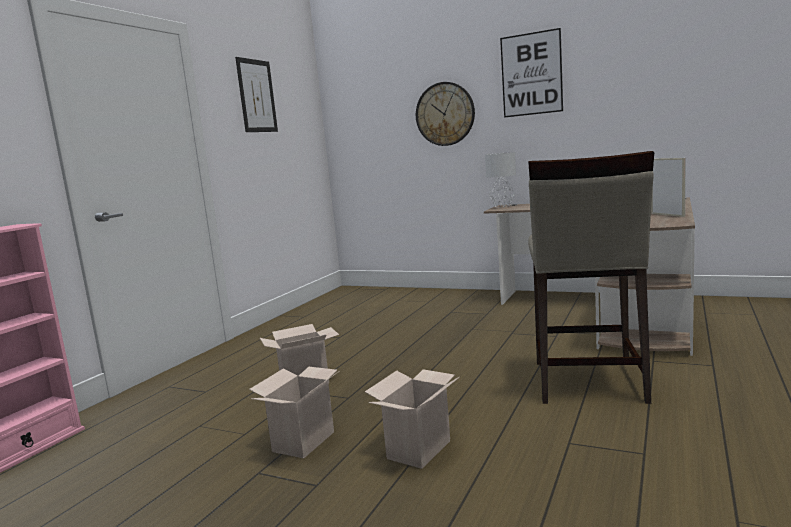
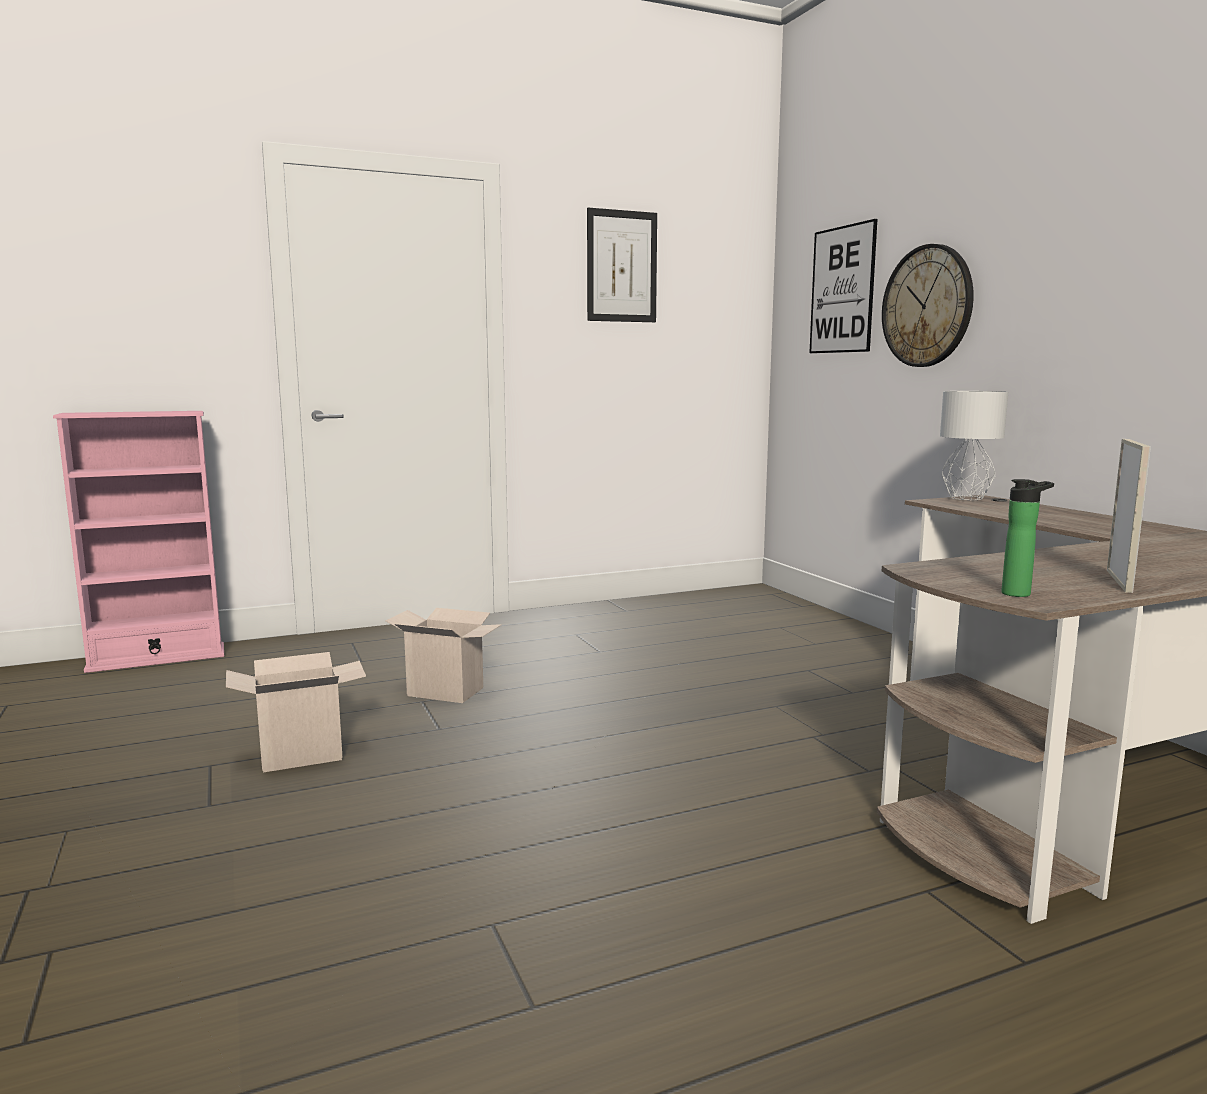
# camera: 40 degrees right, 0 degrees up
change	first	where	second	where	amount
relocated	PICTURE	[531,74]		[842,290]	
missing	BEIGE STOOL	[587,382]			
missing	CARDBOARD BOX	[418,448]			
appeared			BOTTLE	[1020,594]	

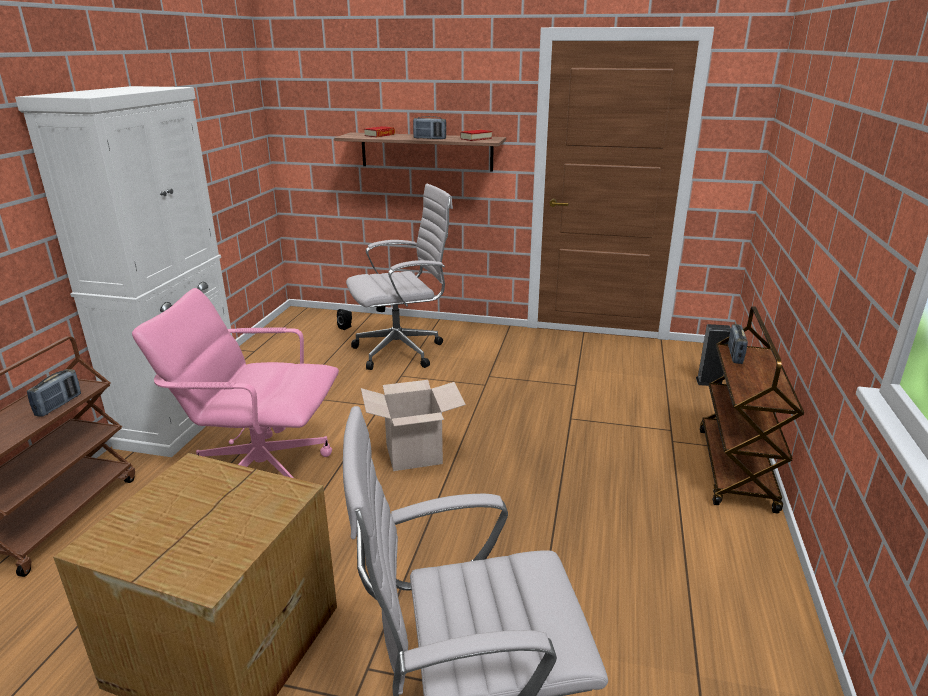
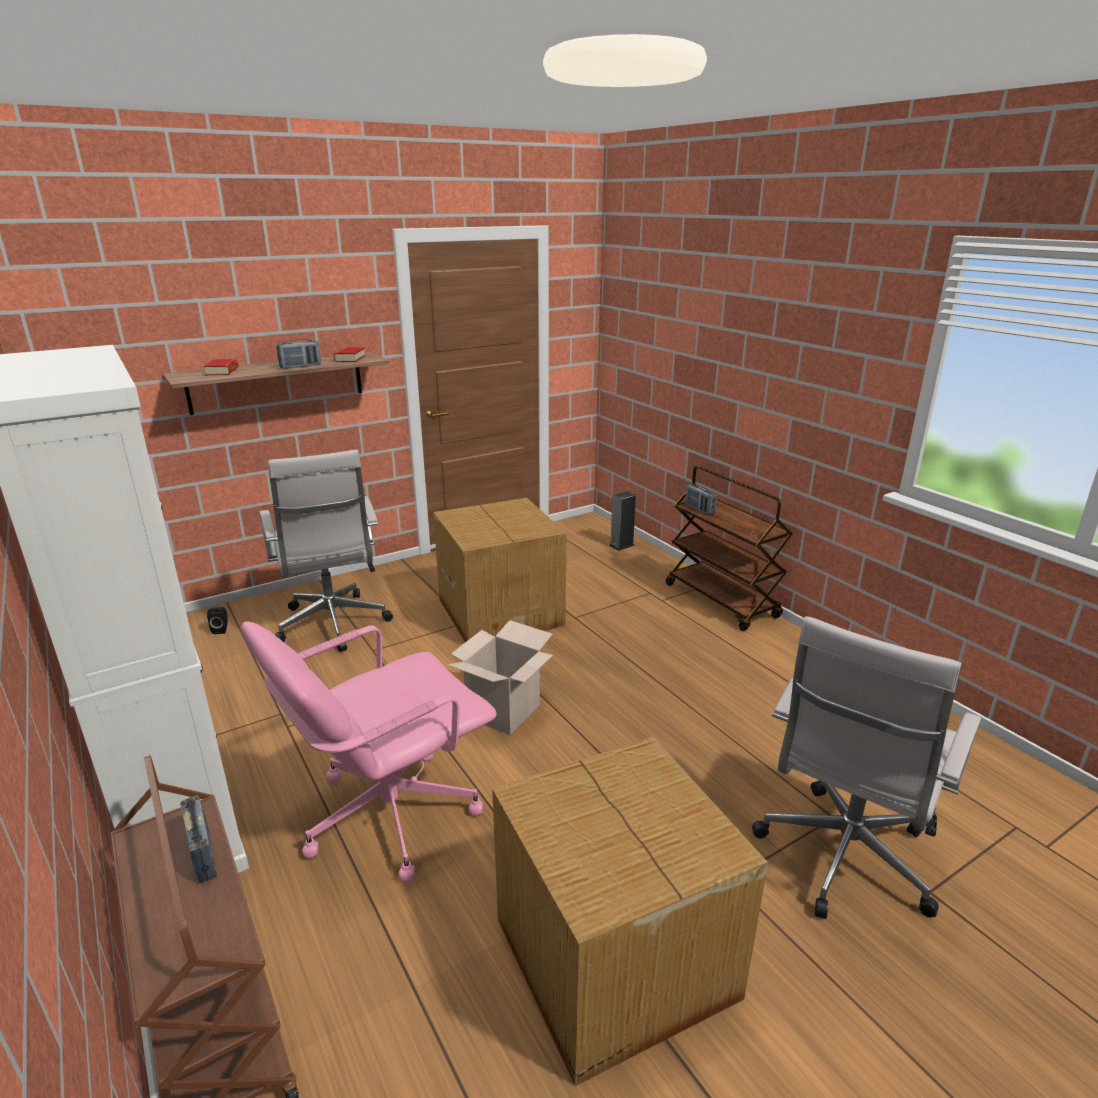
# camera: 45 degrees left, 0 degrees up
change	first	where	second	where	amount
spun	WHITE OFFICE CHAIR	[402,351]		[333,626]	135 degrees clockwise
appeared			CARDBOARD BOX	[501,611]	

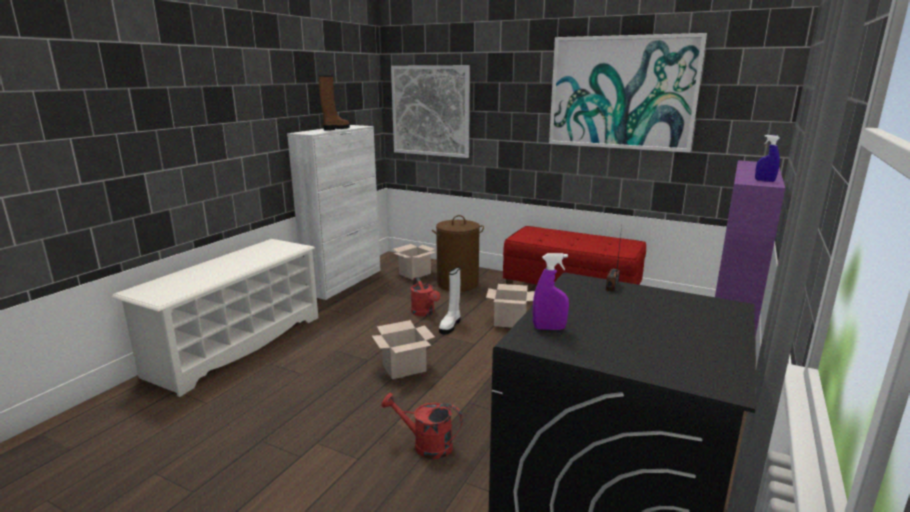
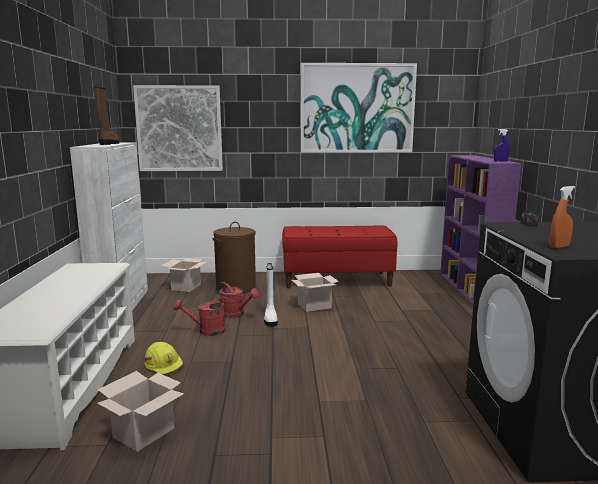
# camera: 30 degrees left, 5 degrees down
change	first	where	second	where	amount
colour	PURPLE SPRAY BOTTLE	[549,328]	ORANGE SPRAY BOTTLE	[559,247]	
relocated	CARDBOARD BOX	[403,368]		[143,434]	
relocated	RED WATERING CAN	[425,445]		[207,331]	
appeared			YELLOW HARD HAT	[164,366]	

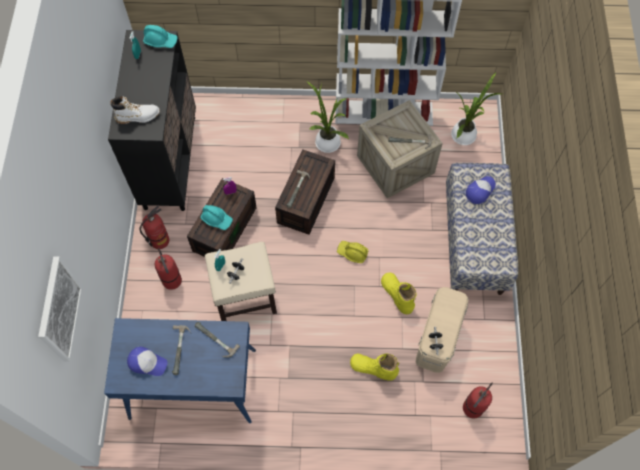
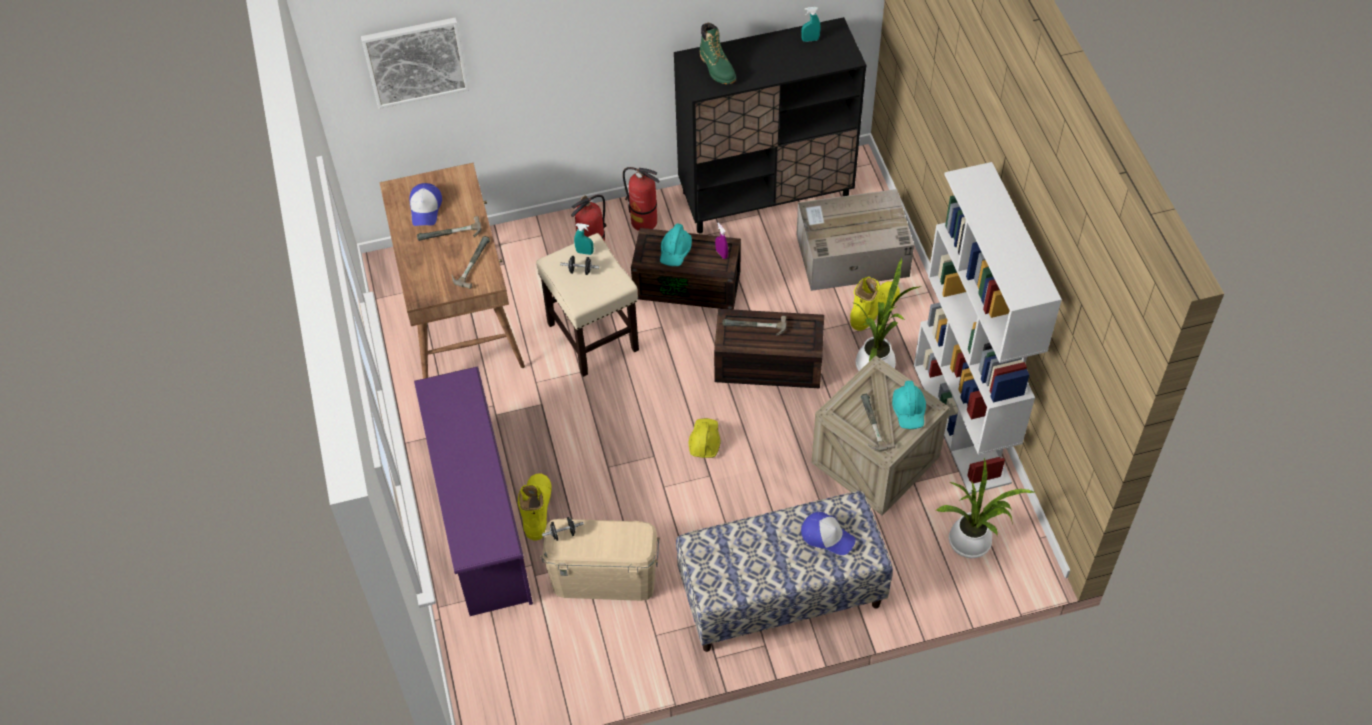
# camera: 75 degrees right, 10 degrees down
change	first	where	second	where	amount
relocated	TURQUOISE HARD HAT	[160,41]		[909,410]	
colour	WHITE BOOT	[138,116]	GREEN BOOT	[717,68]	
relocated	YELLOW BOOT	[397,294]		[874,309]	
colour	BLUE DESK	[192,384]	BROWN DESK	[459,315]	
missing	FIRE EXTINGUISHER	[473,408]			
appeared			CARDBOARD BOX	[850,256]	
appeared			PURPLE SHOE RACK	[478,519]	

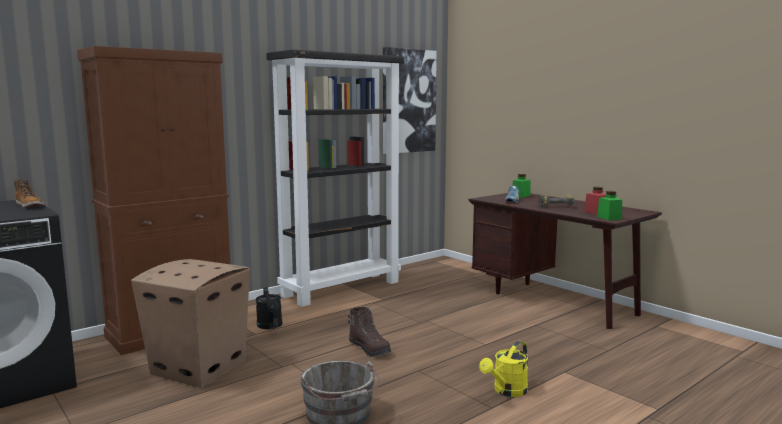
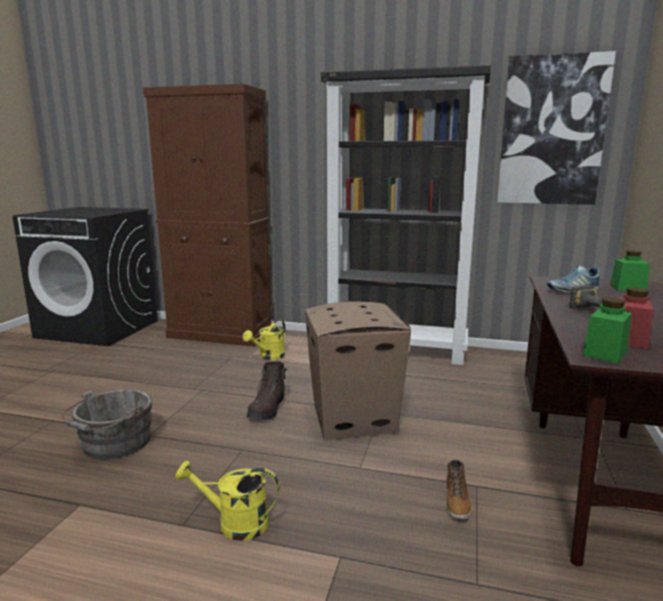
# camera: 55 degrees right, 5 degrees up
change	first	where	second	where	amount
relocated	BOOT	[29,205]		[457,502]	
relocated	CARDBOARD BOX	[198,367]		[353,418]	
colour	BLACK WATERING CAN	[270,326]	YELLOW WATERING CAN	[269,357]	

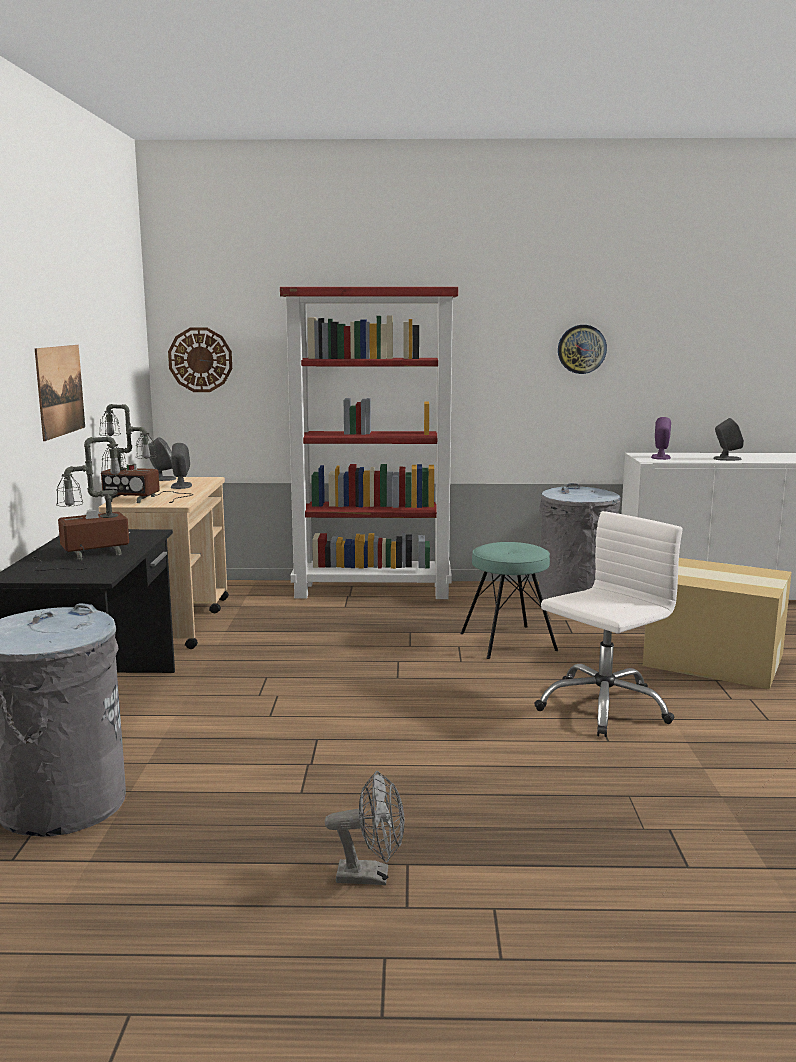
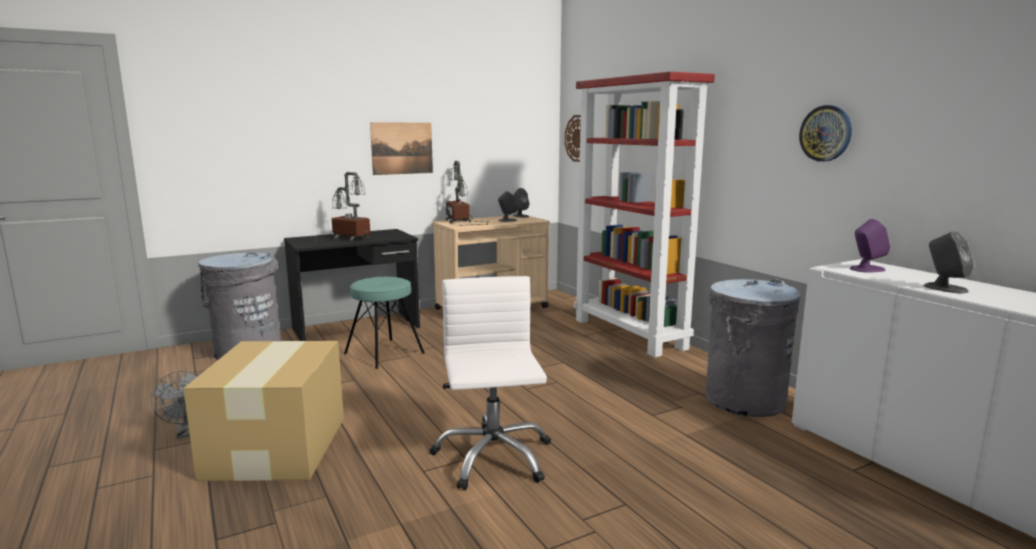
# camera: 60 degrees right, 0 degrees up
change	first	where	second	where	amount
spun	WHITE OFFICE CHAIR	[603,707]		[492,457]	120 degrees counterclockwise
relocated	TURQUOISE STOOL	[507,642]		[384,353]	
relocated	CARDBOARD BOX	[711,659]		[278,446]	

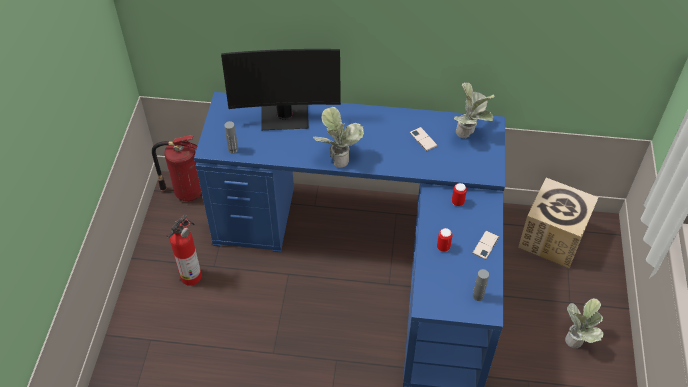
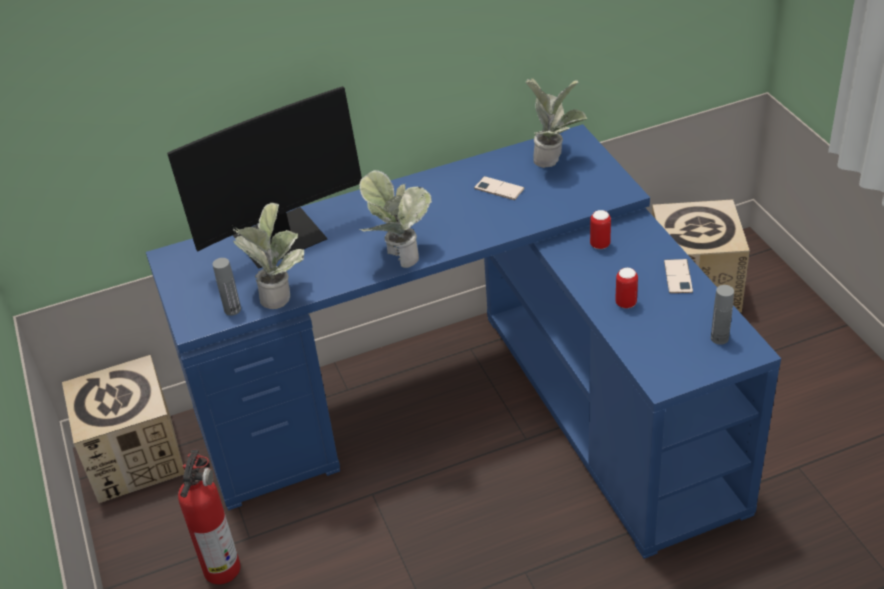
# camera: 25 degrees left, 10 degrees down
change	first	where	second	where	amount
exchanged	FIRE EXTINGUISHER	[186,192]	CARDBOARD BOX	[135,457]	
relocated	POTTED PLANT	[577,338]		[279,294]	

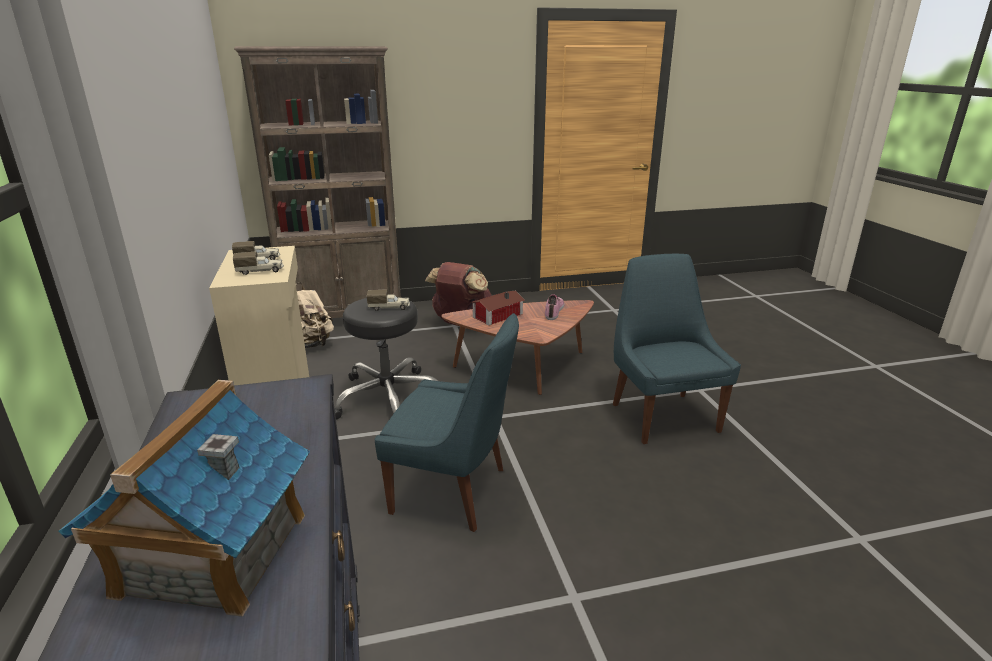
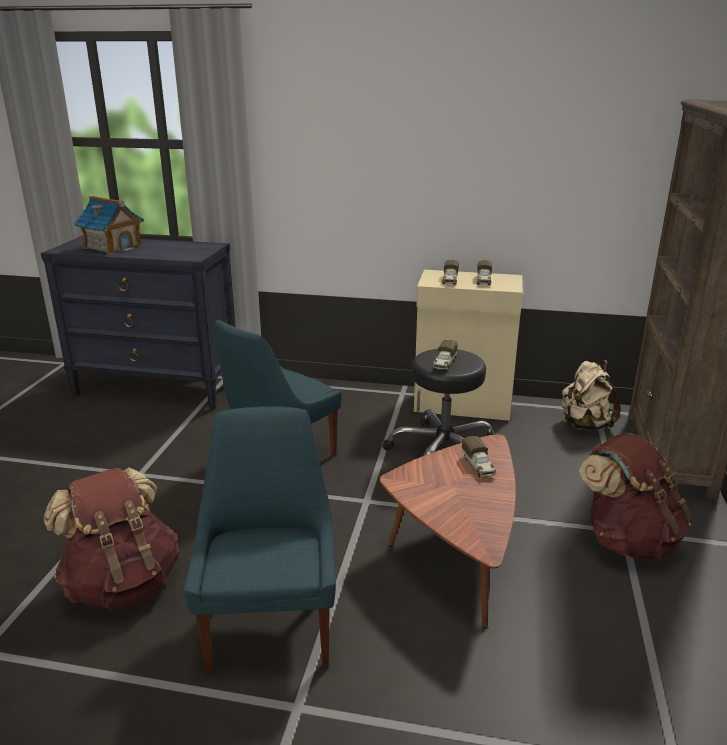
# camera: 115 degrees right, 0 degrees up
change	first	where	second	where	amount
spun	BLUE CHAIR	[662,415]		[271,625]	105 degrees counterclockwise
exchanged	TOY HOUSE	[496,315]	TOY TRUCK	[478,466]	
missing	SHOE	[554,311]			
appeared			BROWN BACKPACK	[122,584]	

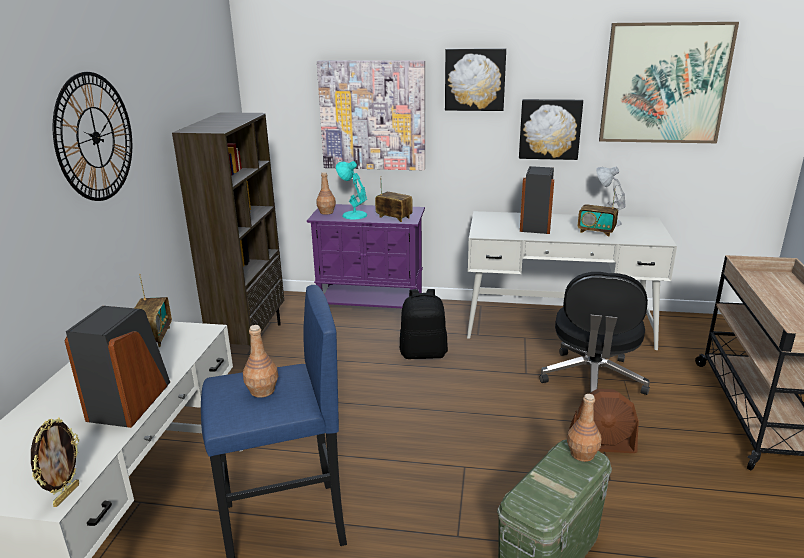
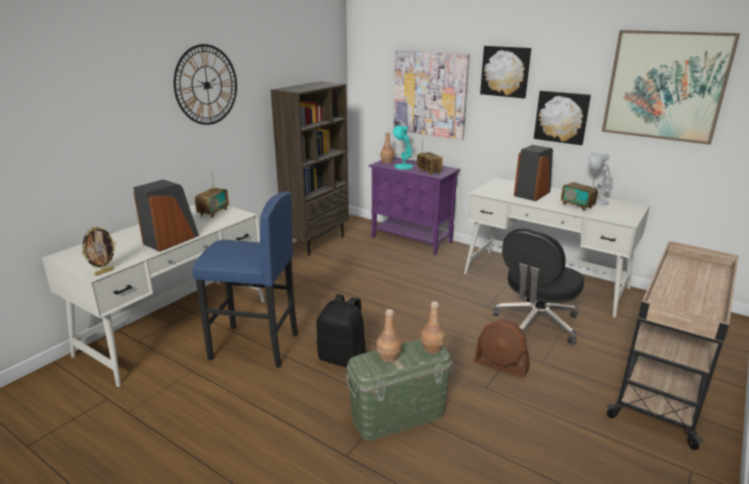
# camera: 25 degrees right, 0 degrees up
change	first	where	second	where	amount
relocated	BLACK BACKPACK	[423,353]		[343,358]	
relocated	BROWN BOTTLE	[263,390]		[389,357]	

